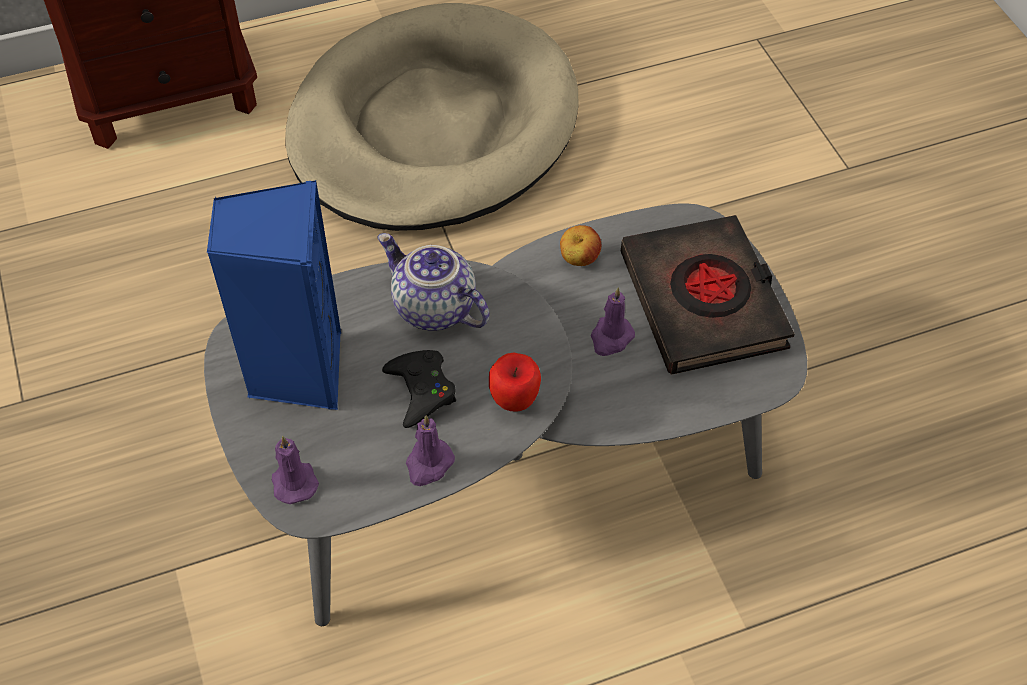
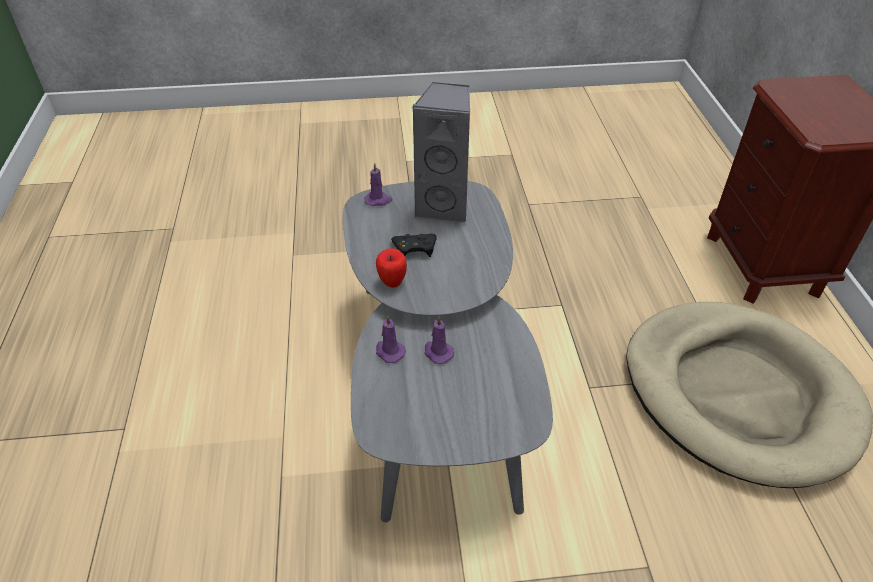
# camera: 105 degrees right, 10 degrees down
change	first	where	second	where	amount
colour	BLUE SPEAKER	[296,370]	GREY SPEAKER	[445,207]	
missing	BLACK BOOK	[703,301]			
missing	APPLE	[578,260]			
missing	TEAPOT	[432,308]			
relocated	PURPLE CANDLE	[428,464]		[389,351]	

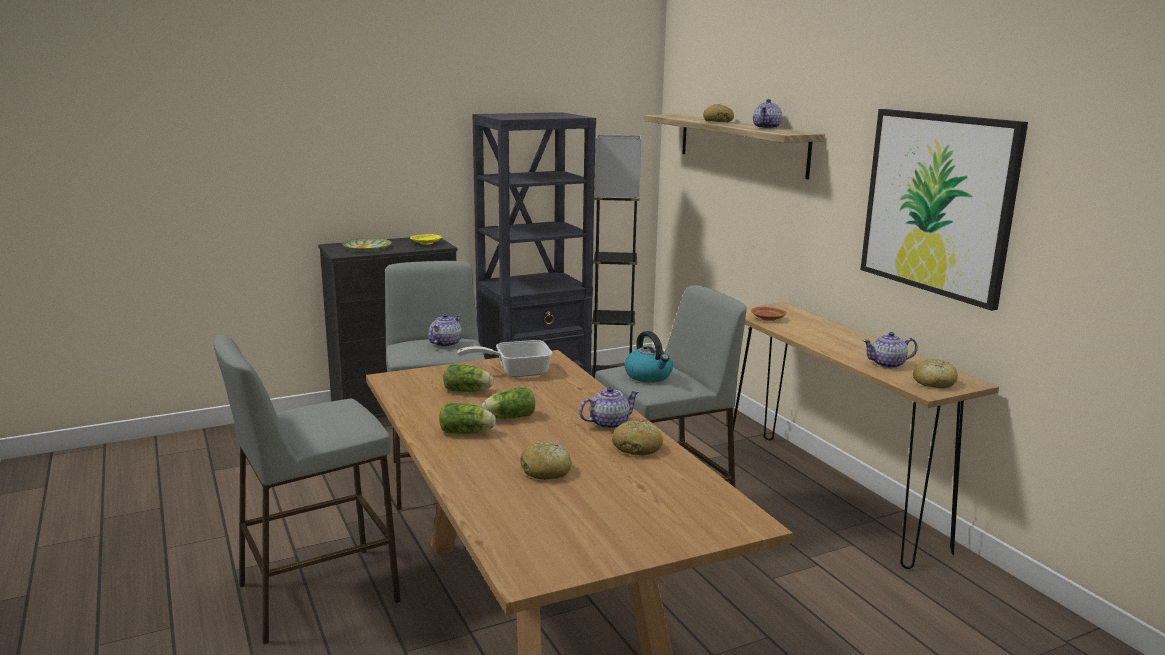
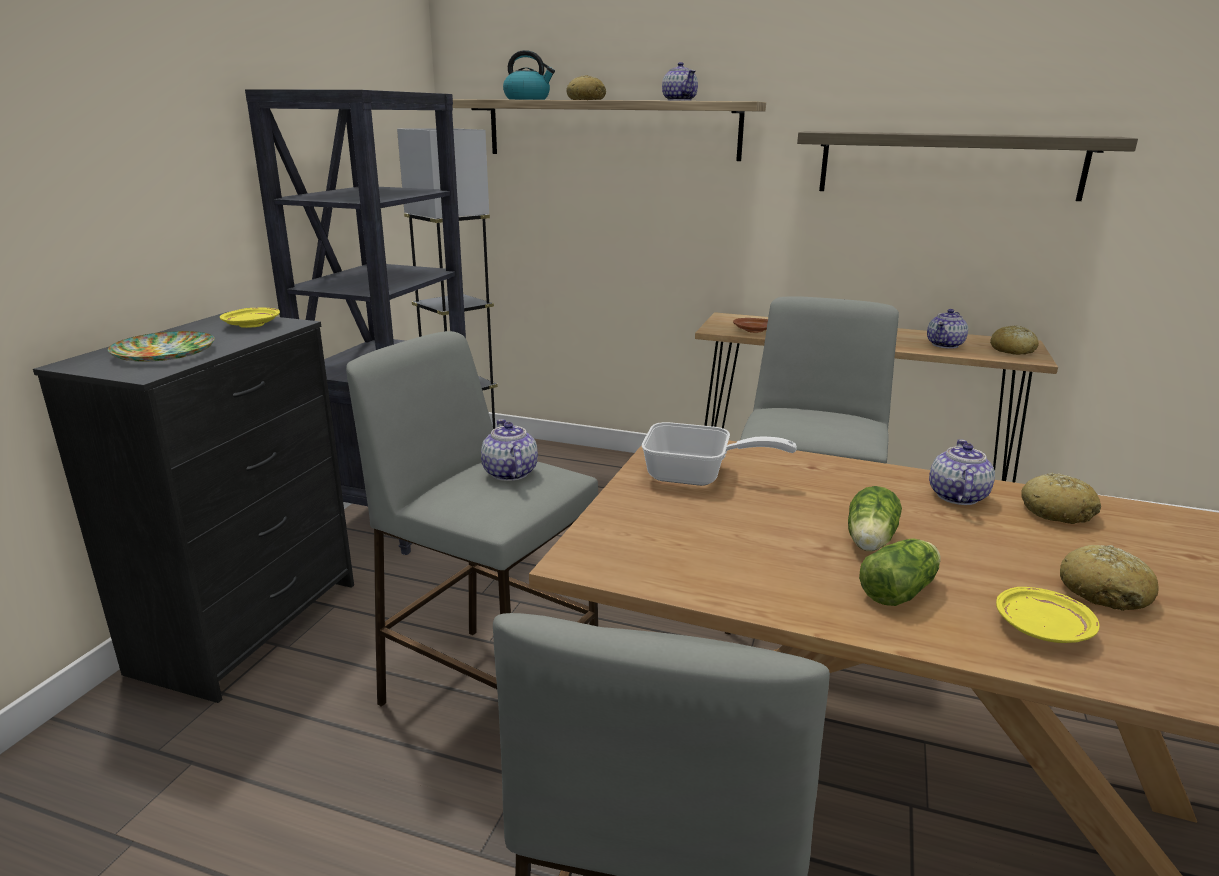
# camera: 45 degrees left, 5 degrees up
change	first	where	second	where	amount
exchanged	PICTURE	[938,203]	SHELF	[949,165]	
relocated	KETTLE	[649,376]		[528,99]	
spun	FRYING PAN	[515,371]		[697,476]	105 degrees counterclockwise
missing	LETTUCE	[469,391]			
appeared			YELLOW PLATE	[1042,628]	

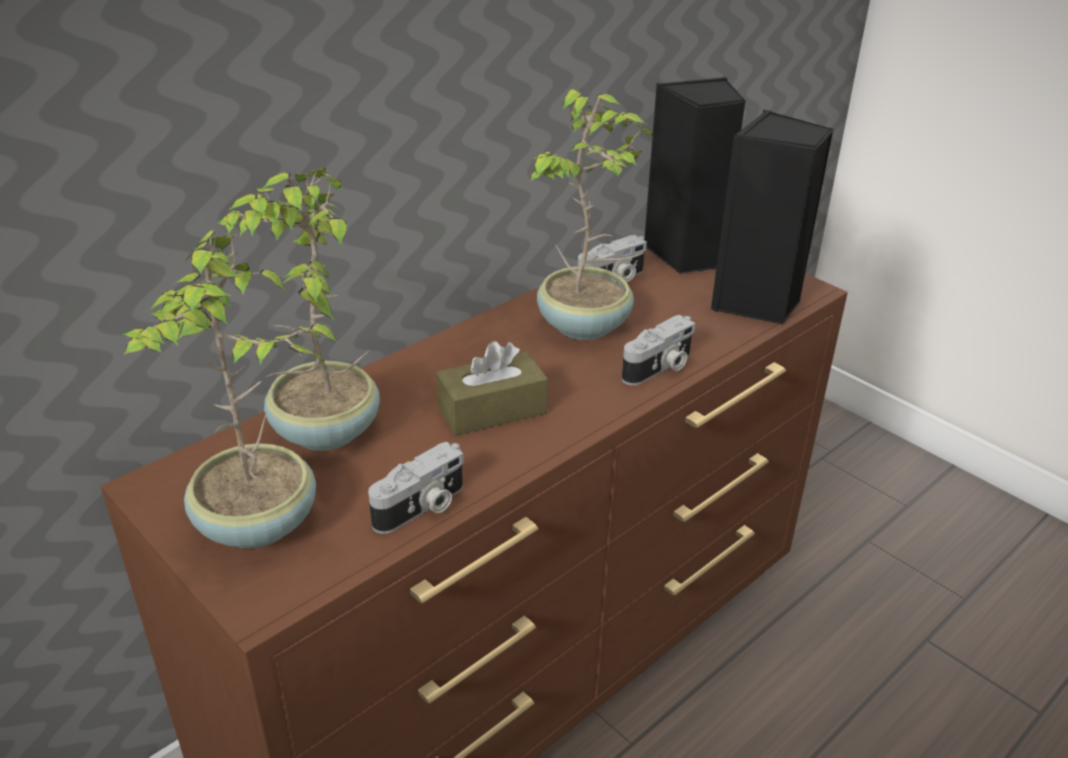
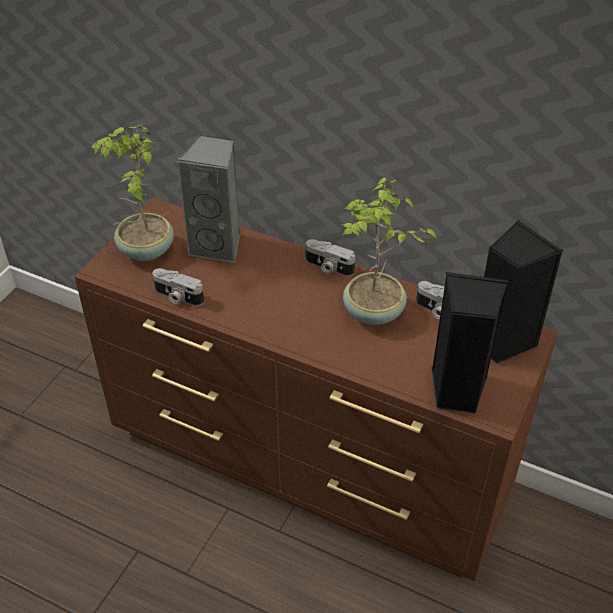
# camera: 70 degrees right, 10 degrees up
change	first	where	second	where	amount
exchanged	POTTED PLANT	[323,432]	GREY SPEAKER	[218,246]	
relocated	PHOTO CAMERA	[659,368]		[328,267]	
missing	BROWN TISSUE BOX	[492,410]			

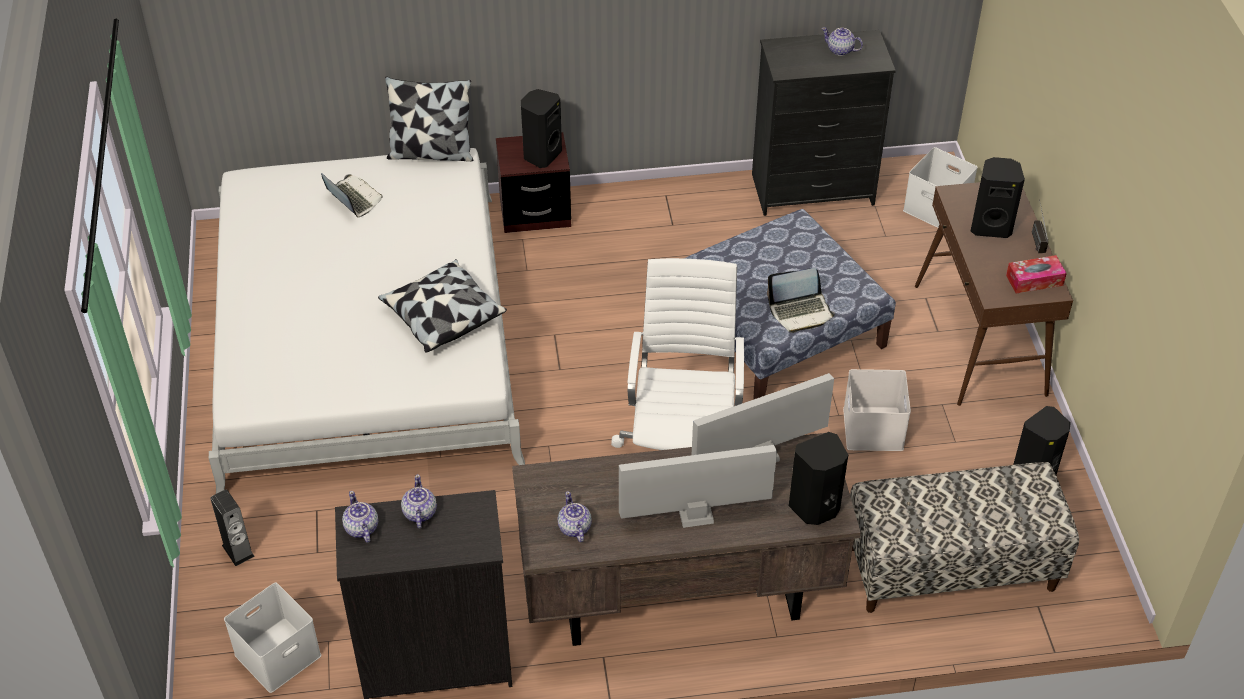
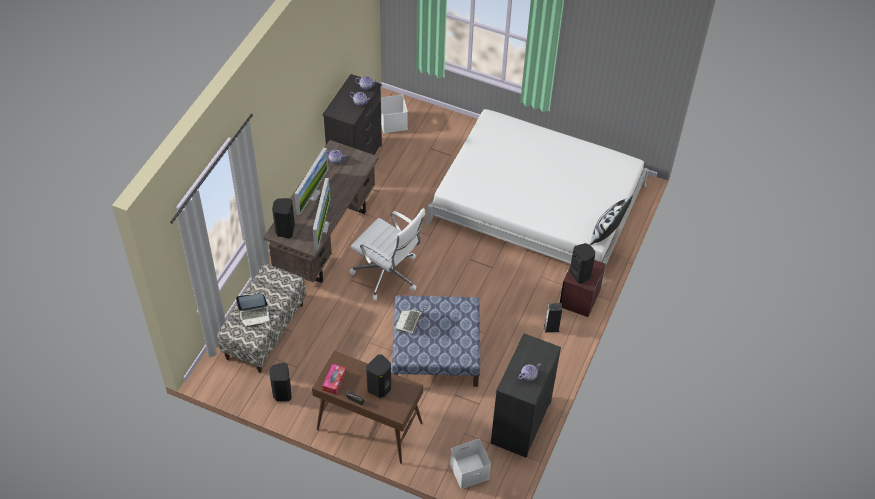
# camera: 120 degrees right, 5 degrees up
change	first	where	second	where	amount
relocated	LAPTOP	[353,198]		[255,315]	
missing	PILLOW	[442,317]			
missing	WHITE STORAGE BOX	[874,429]			
relocated	SPEAKER	[238,551]		[551,328]	

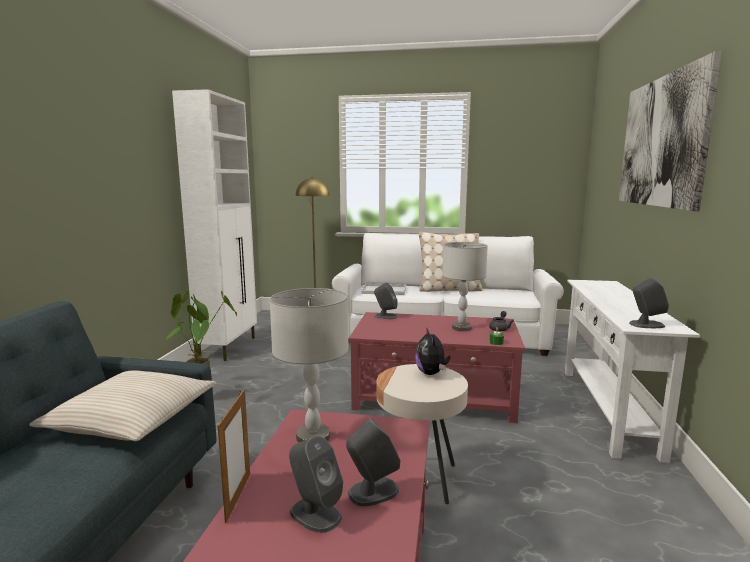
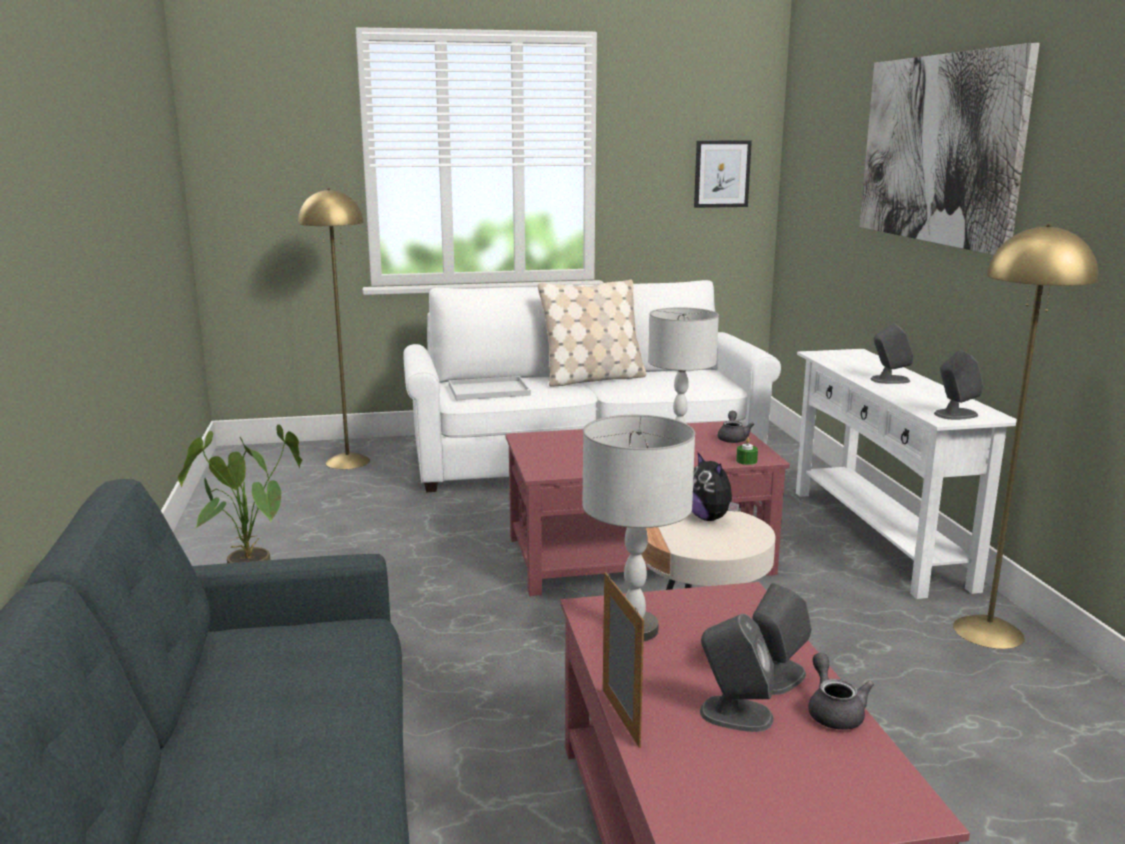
# camera: 20 degrees left, 5 degrees up
change	first	where	second	where	amount
missing	WHITE CABINET	[229,347]			
relocated	GREY SPEAKER	[385,316]		[889,380]	
missing	BEIGE PILLOW	[132,419]			
appeared			PICTURE	[722,174]	
appeared			YELLOW FLOOR LAMP	[988,631]	
appeared			GREY TEAPOT	[833,711]	

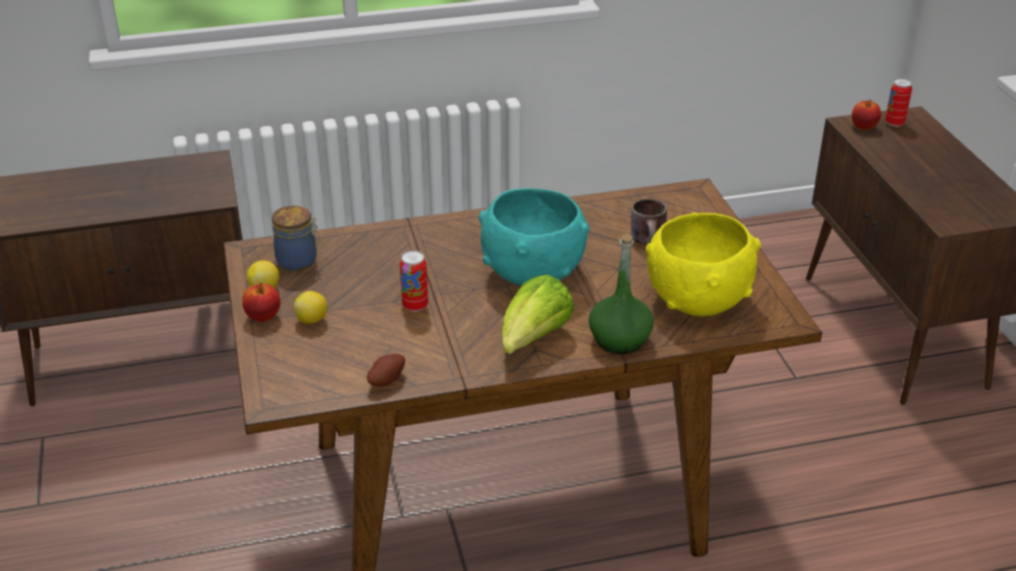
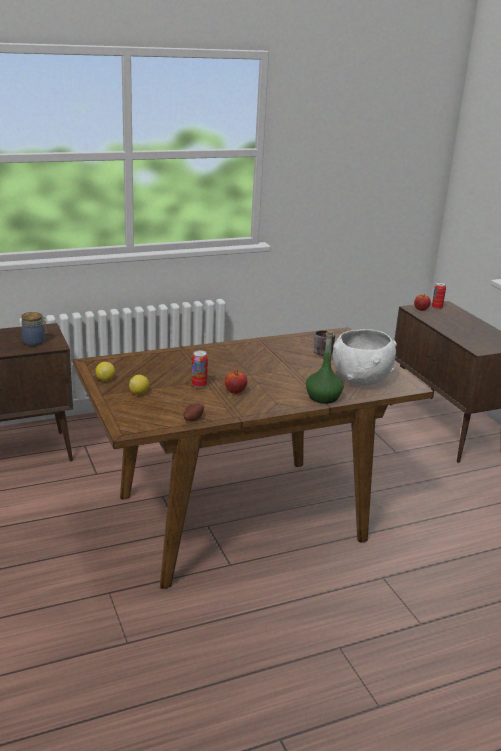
# camera: 10 degrees left, 10 degrees down
change	first	where	second	where	amount
missing	TURQUOISE BOWL	[534,272]			
relocated	JAR	[299,261]		[35,342]	
colour	YELLOW BOWL	[697,300]	WHITE BOWL	[361,379]	
missing	LETTUCE	[533,339]			
relocated	APPLE	[263,316]		[235,391]	

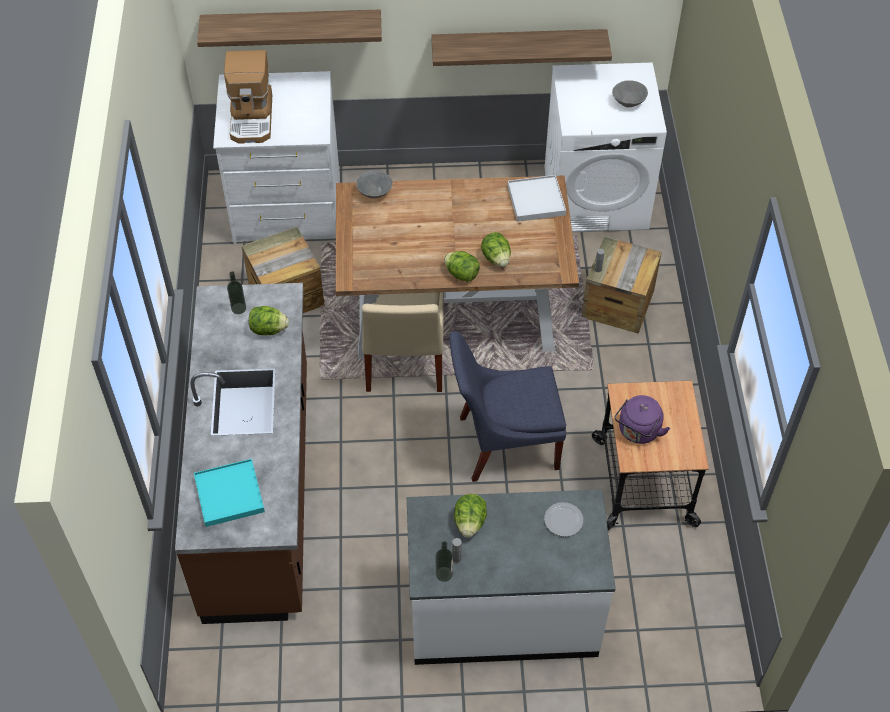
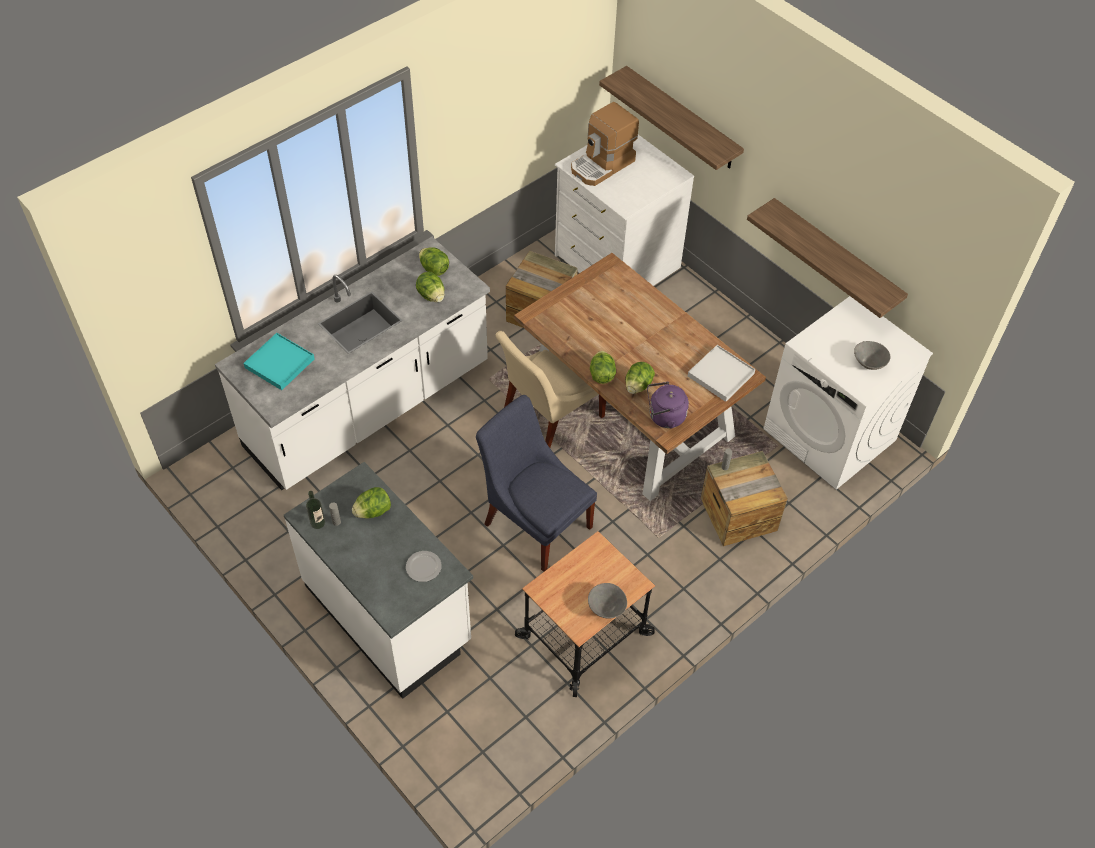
# camera: 50 degrees right, 0 degrees up
change	first	where	second	where	amount
relocated	GREY BOWL	[375,193]		[606,608]	
exchanged	BOTTLE	[238,308]	LETTUCE	[434,269]	
colour	BROWN COUNTER	[261,490]	WHITE COUNTER	[369,407]	
relocated	PURPLE KETTLE	[638,432]		[664,417]	

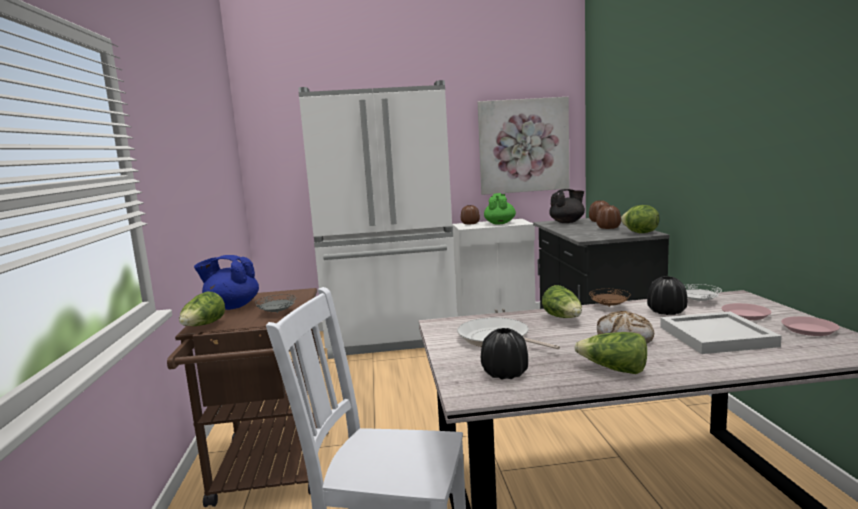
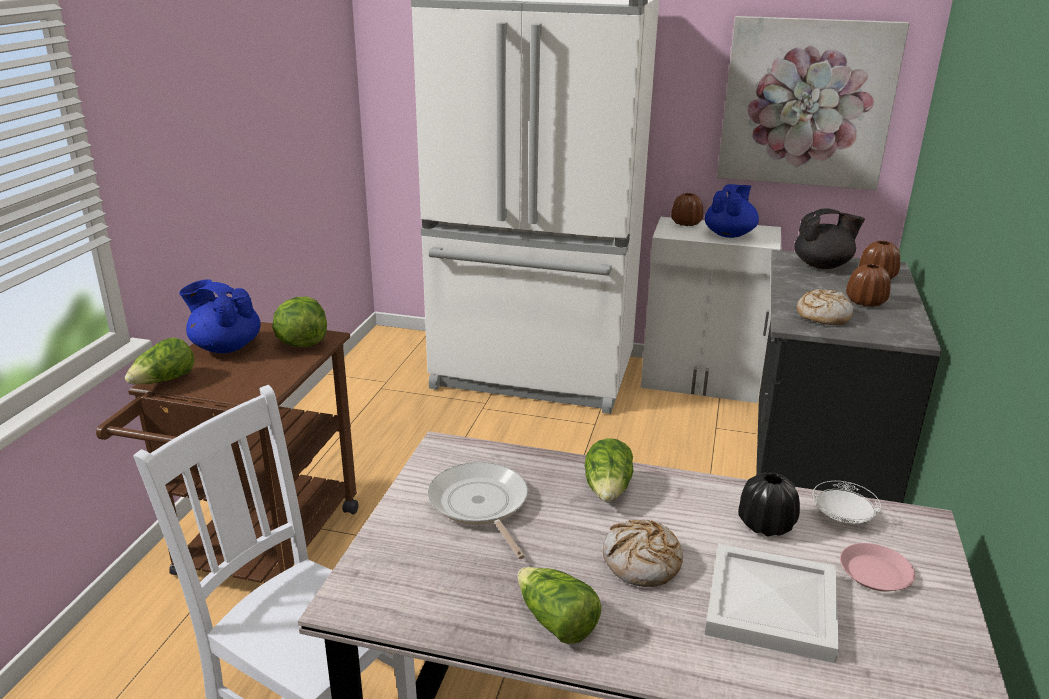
# camera: 20 degrees right, 15 degrees up
change	first	where	second	where	amount
colour	GREEN TEAPOT	[500,223]	BLUE TEAPOT	[729,234]	
relocated	LETTUCE	[640,233]		[301,343]	
missing	BROWN PLATE	[609,306]			
missing	GREY PLATE	[277,312]			
missing	PINK PLATE	[809,330]			
missing	BLACK VASE	[505,374]			
appeared			BREAD	[822,316]	

